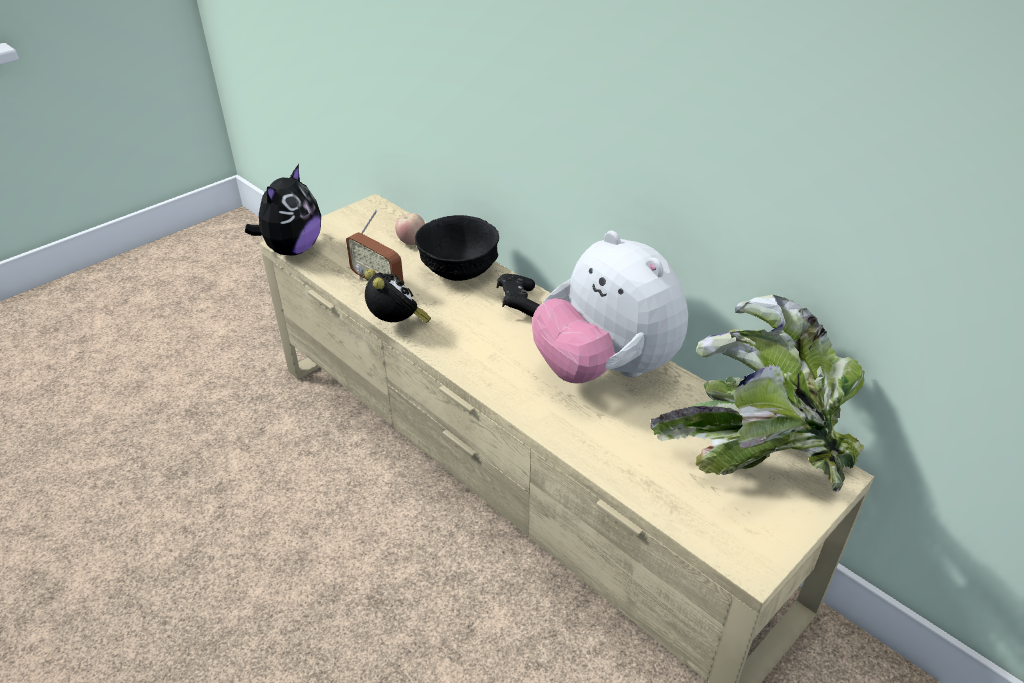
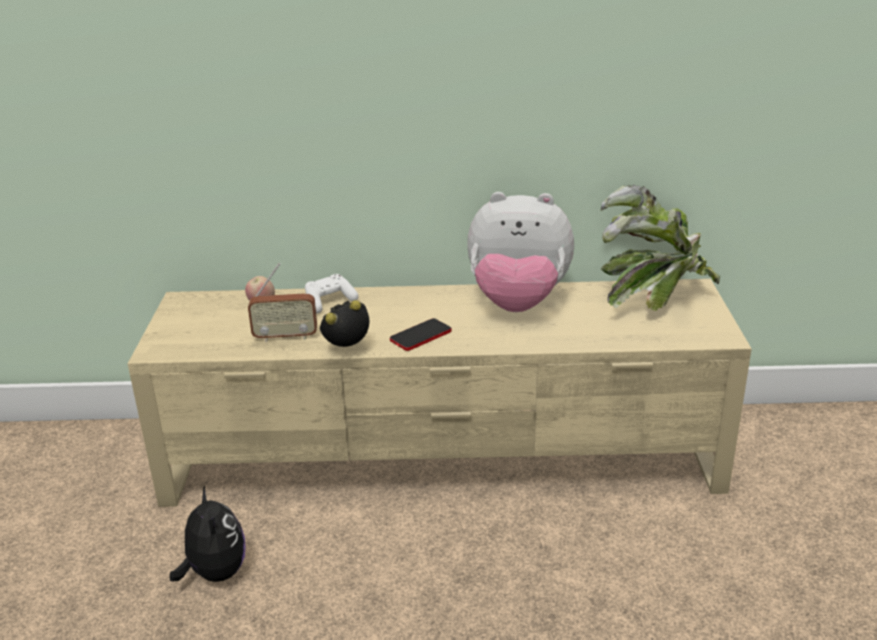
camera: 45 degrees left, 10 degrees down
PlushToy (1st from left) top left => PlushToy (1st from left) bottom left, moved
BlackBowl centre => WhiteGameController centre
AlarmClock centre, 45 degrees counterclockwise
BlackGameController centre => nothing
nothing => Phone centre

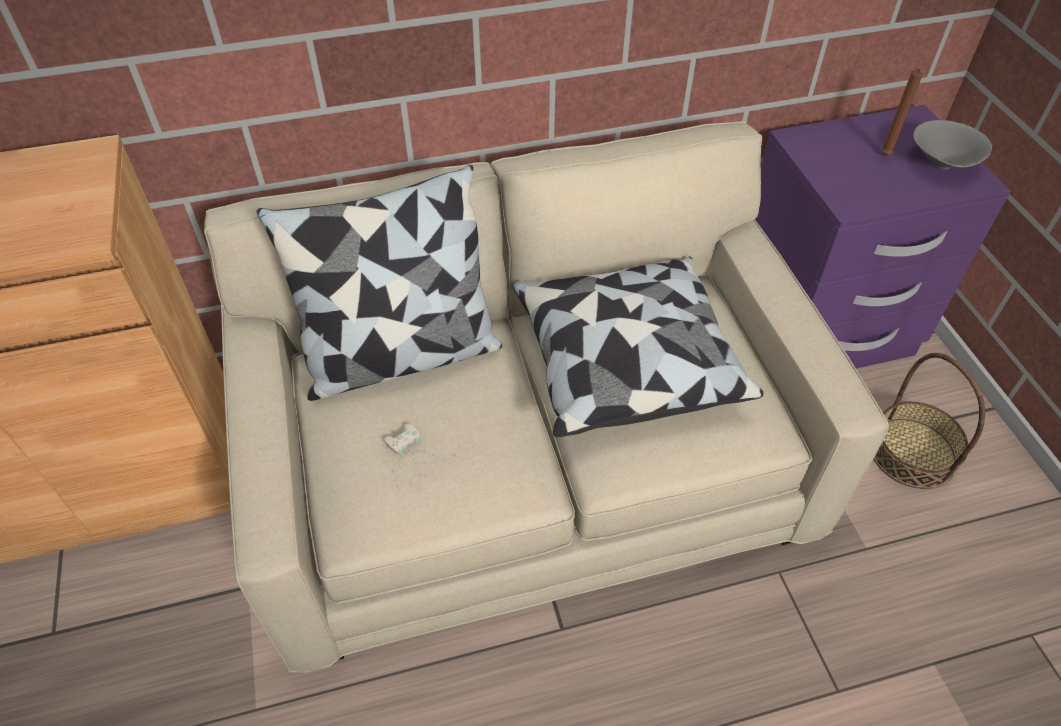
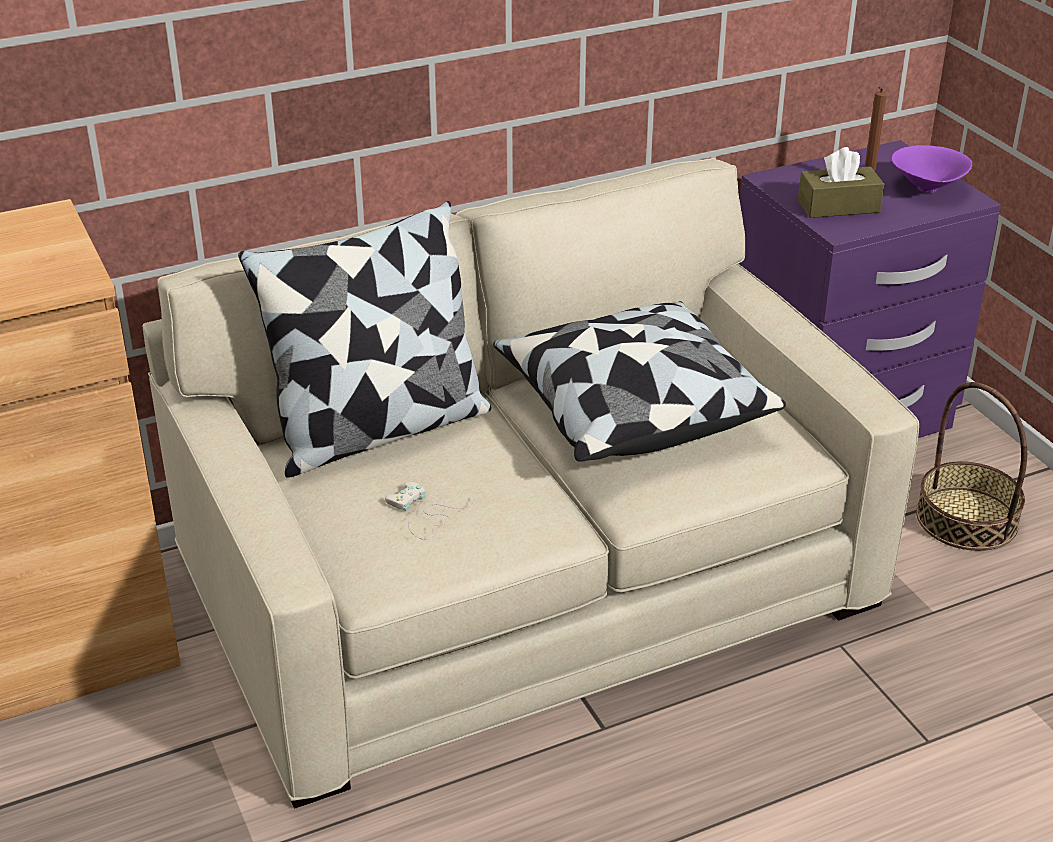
camera: 10 degrees left, 15 degrees down
GreyBowl top right => PurpleBowl top right
nothing => BrownTissueBox top right

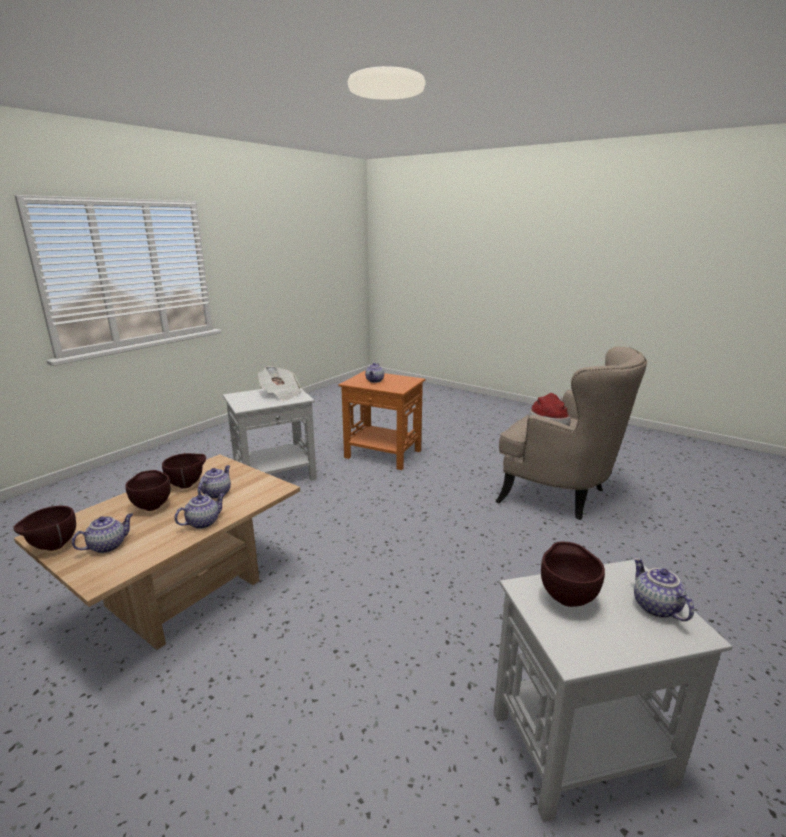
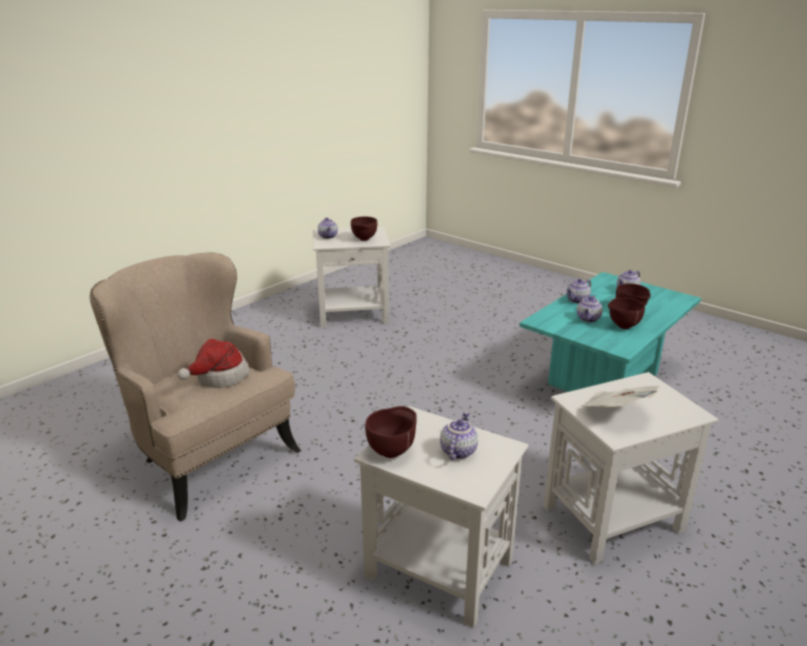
camera: 175 degrees left, 5 degrees up
OrangeSideTable centre => WhiteSideTable (2nd from left) bottom centre
BeigeCoffeeTable middle left => TurquoiseCoffeeTable middle right
BrownBowl (1st from left in the first image) middle left => BrownBowl (2nd from left) bottom centre, moved

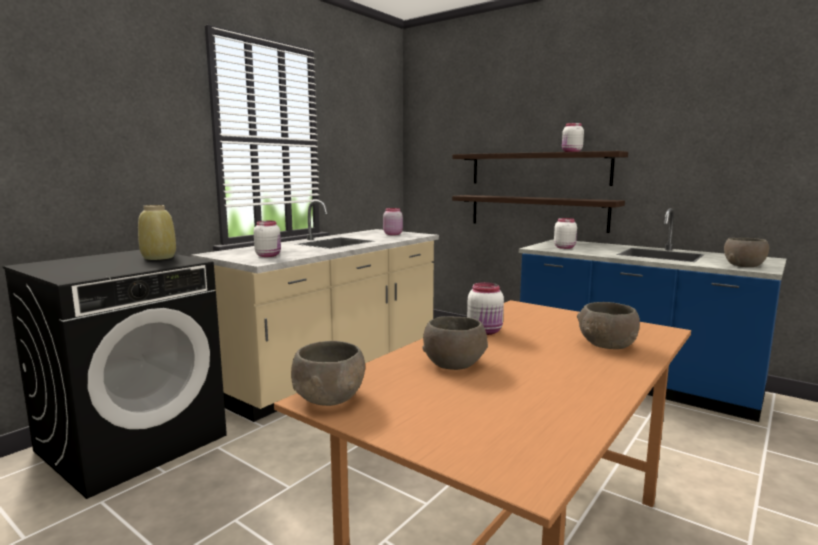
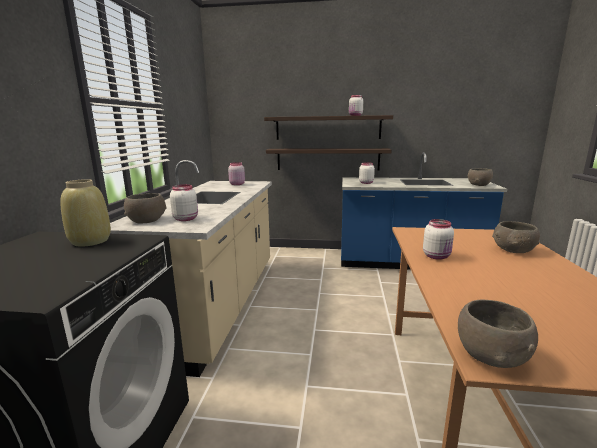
camera: 30 degrees left, 5 degrees up
GreyBowl (2nd from left in the first image) centre => GreyBowl (1st from left) middle left, moved

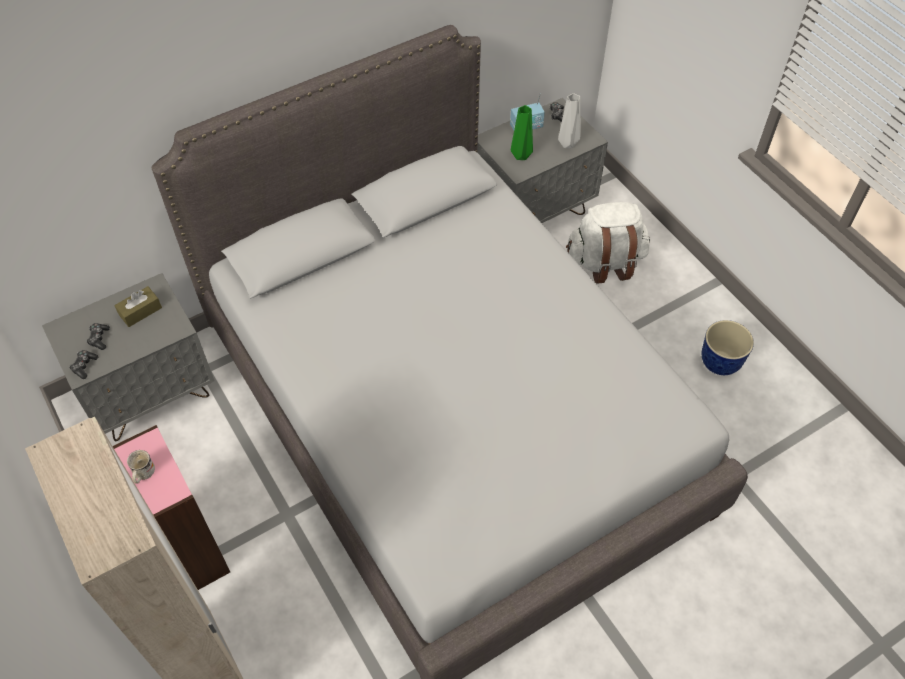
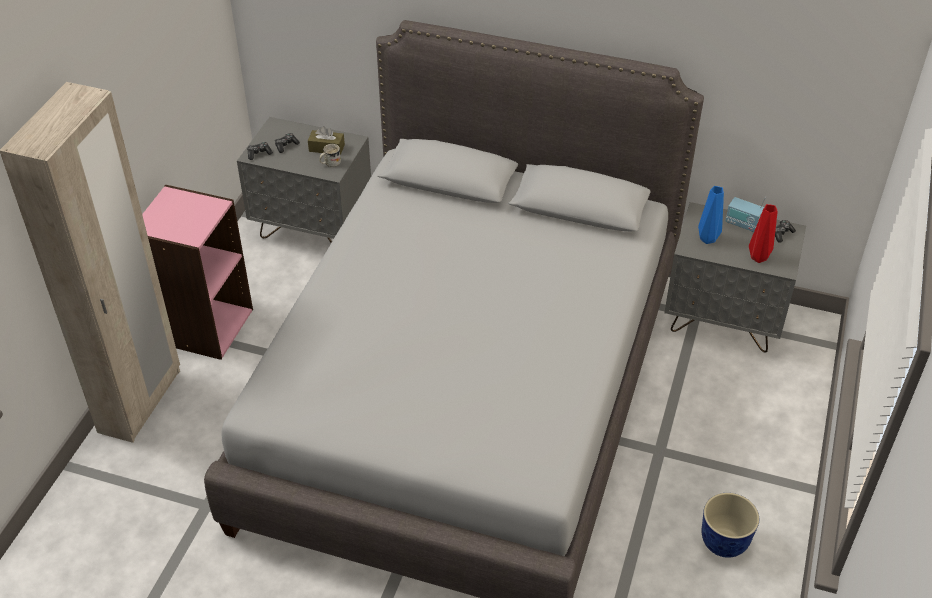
camera: 50 degrees right, 10 degrees down
GreyVase top centre => RedVase middle right
GreenVase top centre => BlueVase middle right
WhiteBackpack middle right => nothing
WhiteMug bottom left => WhiteMug top centre, moved

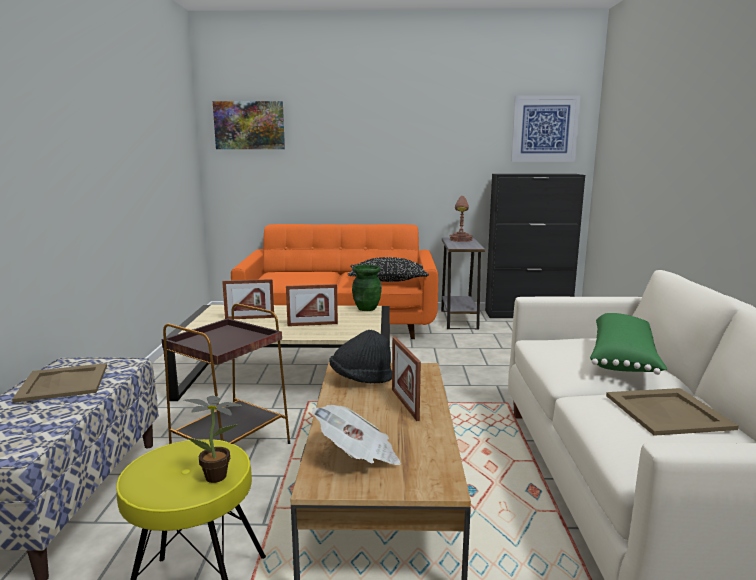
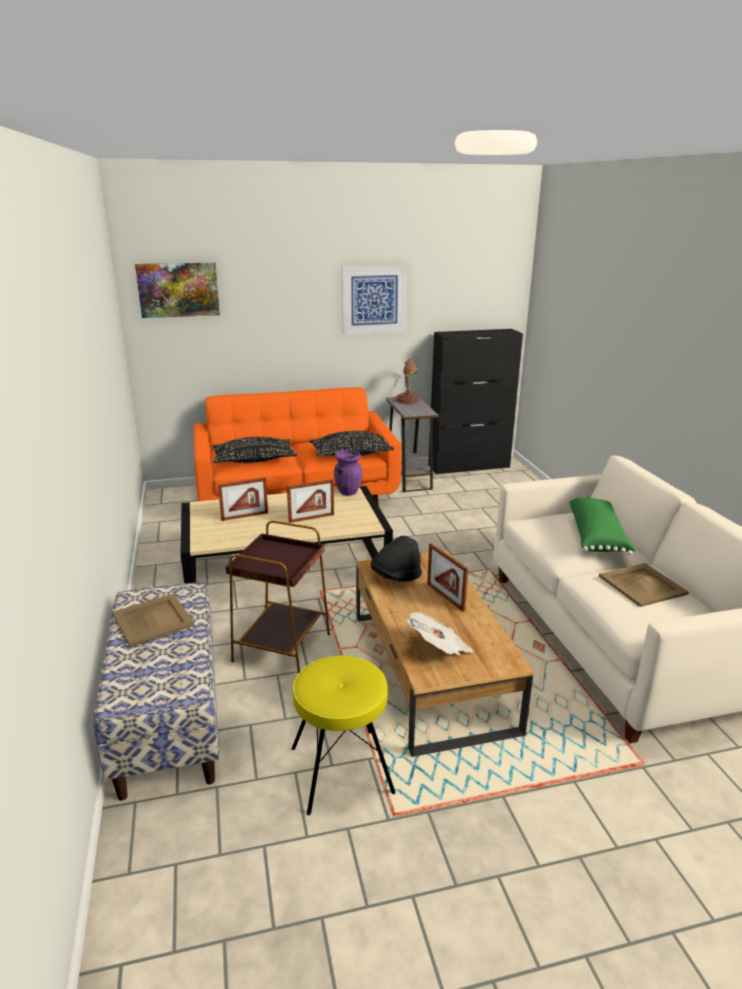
camera: 15 degrees left, 10 degrees up
Picture (2nd from left) top right => Picture (2nd from left) top centre, moved
GreenVase centre => PurpleVase centre
PottedPlant bottom left => nothing
nothing => BlackPillow (1st from left) centre

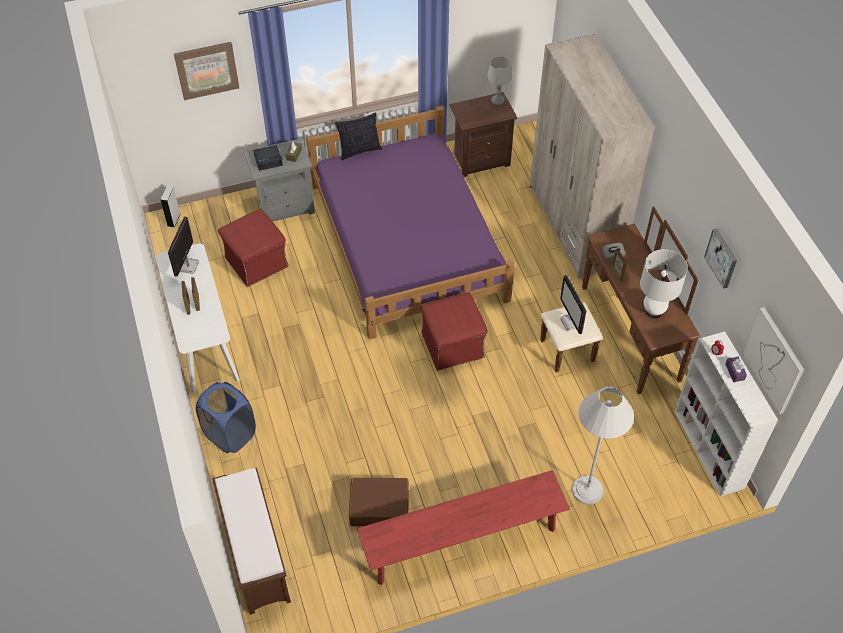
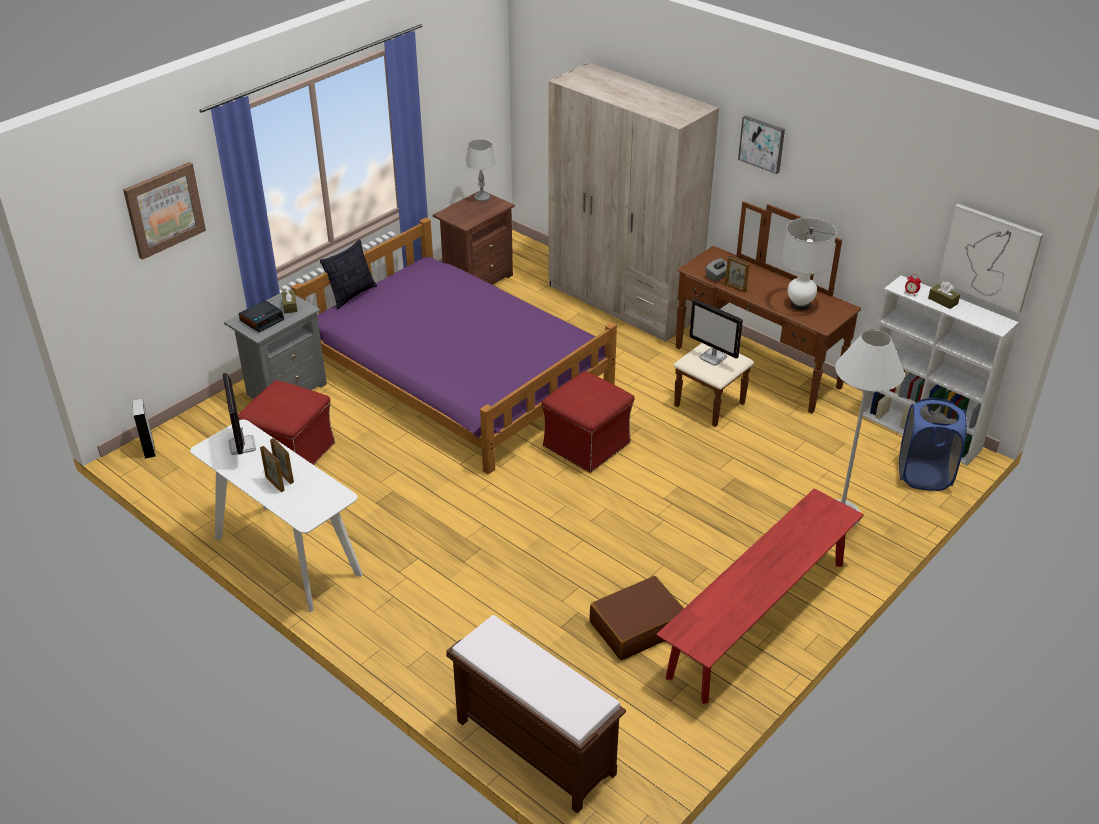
camera: 30 degrees left, 15 degrees down
Picture (2nd from left) middle right => Picture (2nd from left) top right, moved
PurpleTissueBox middle right => BrownTissueBox (2nd from left) middle right
BlueLaundryBasket middle left => BlueLaundryBasket middle right, moved

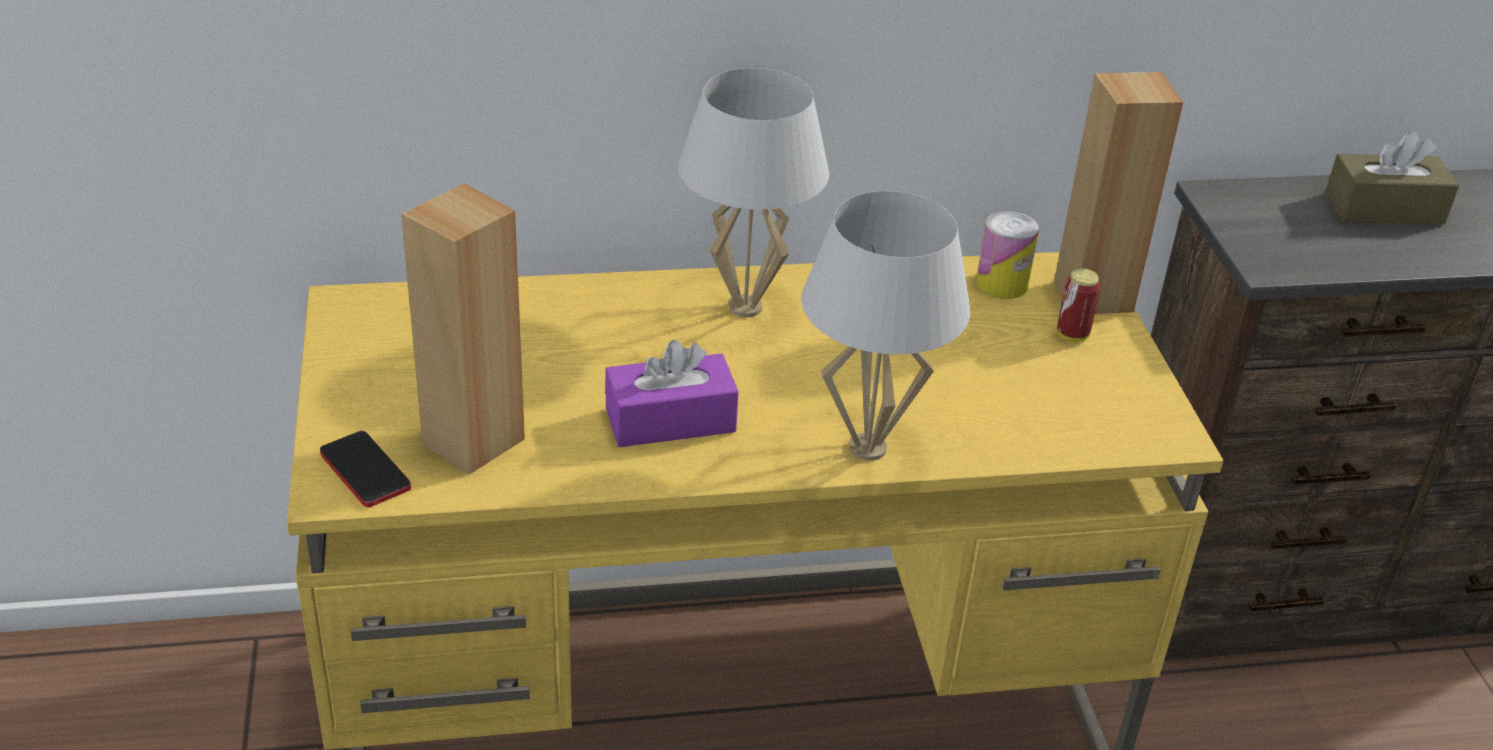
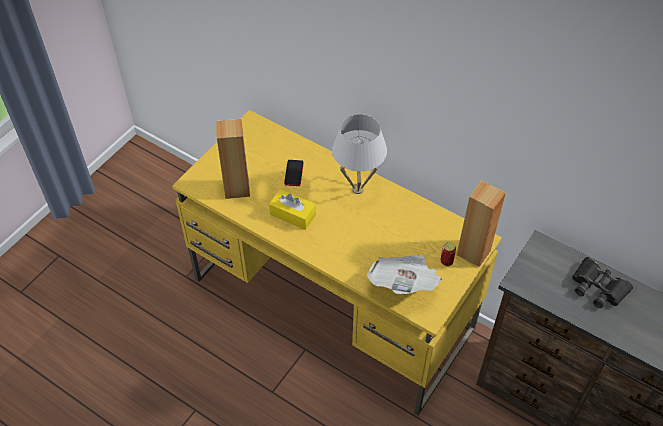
camera: 45 degrees right, 15 degrees up
BrownTissueBox top right => BlackBinoculars middle right
WhiteTableLamp (2nd from left) centre => nothing
Can (1st from left) middle right => nothing
PurpleTissueBox centre => YellowTissueBox centre
Phone middle left => Phone centre, moved
nothing => Newspaper centre

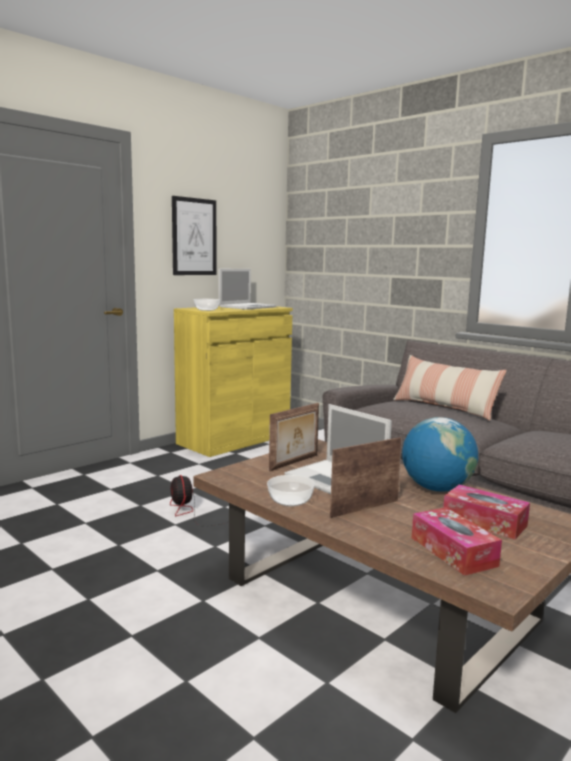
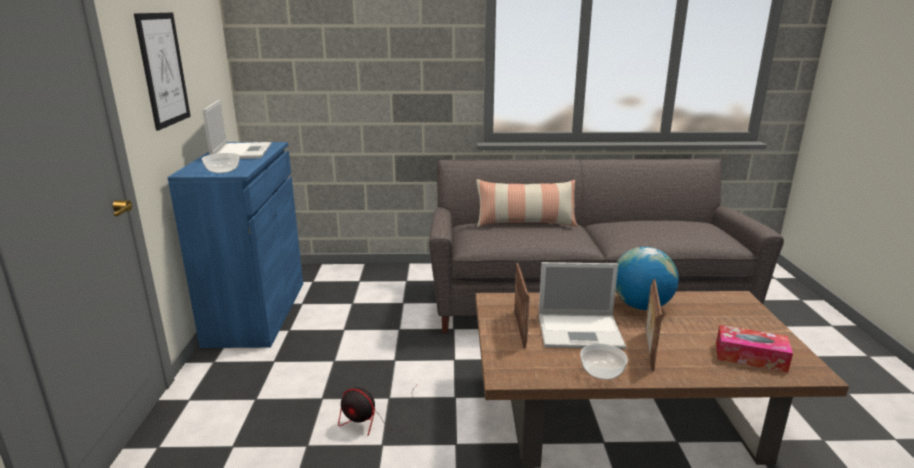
camera: 45 degrees left, 10 degrees up
YellowCabinet centre => BlueCabinet middle left
TissueBox (2nd from left) bottom right => nothing

